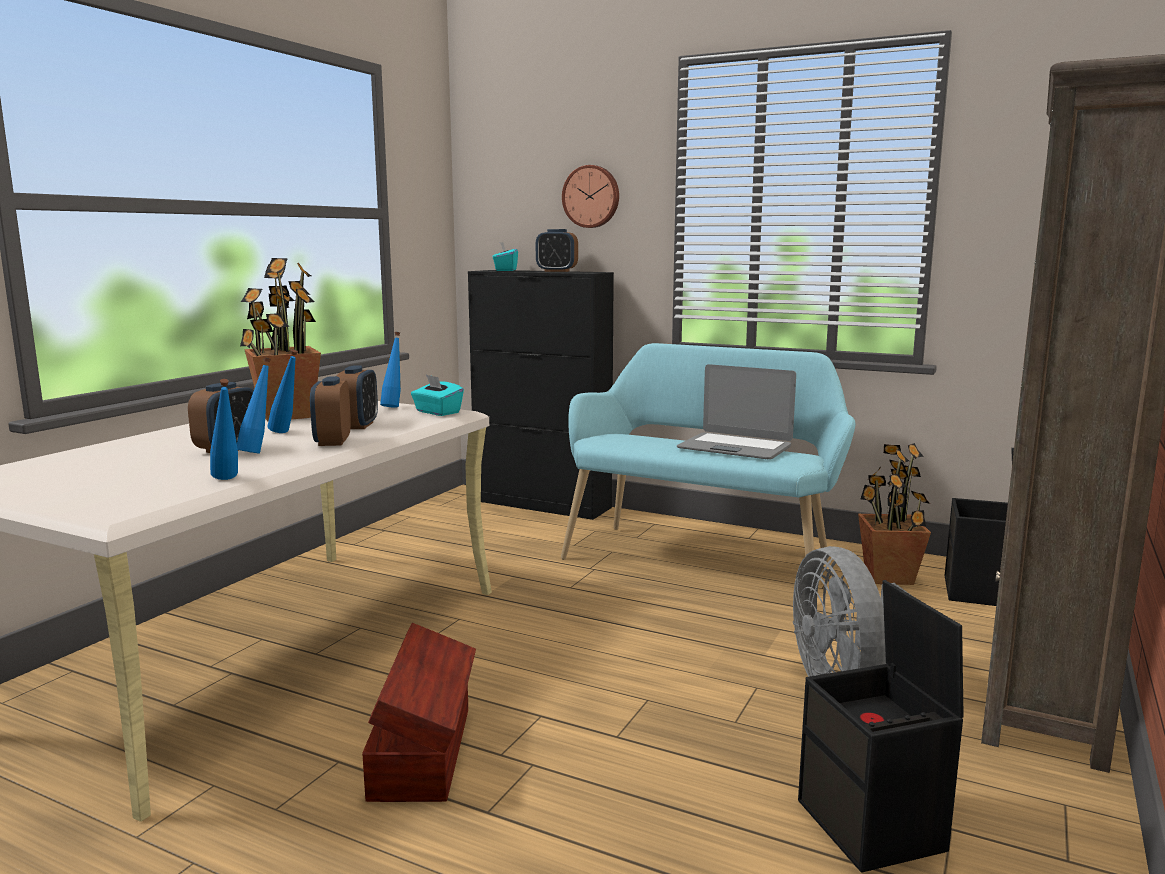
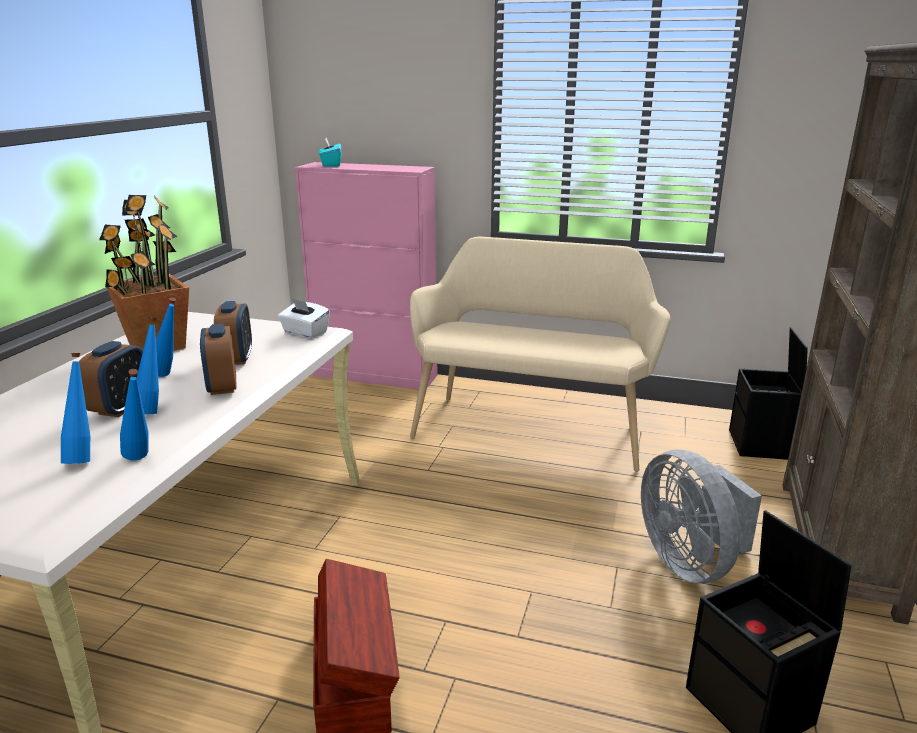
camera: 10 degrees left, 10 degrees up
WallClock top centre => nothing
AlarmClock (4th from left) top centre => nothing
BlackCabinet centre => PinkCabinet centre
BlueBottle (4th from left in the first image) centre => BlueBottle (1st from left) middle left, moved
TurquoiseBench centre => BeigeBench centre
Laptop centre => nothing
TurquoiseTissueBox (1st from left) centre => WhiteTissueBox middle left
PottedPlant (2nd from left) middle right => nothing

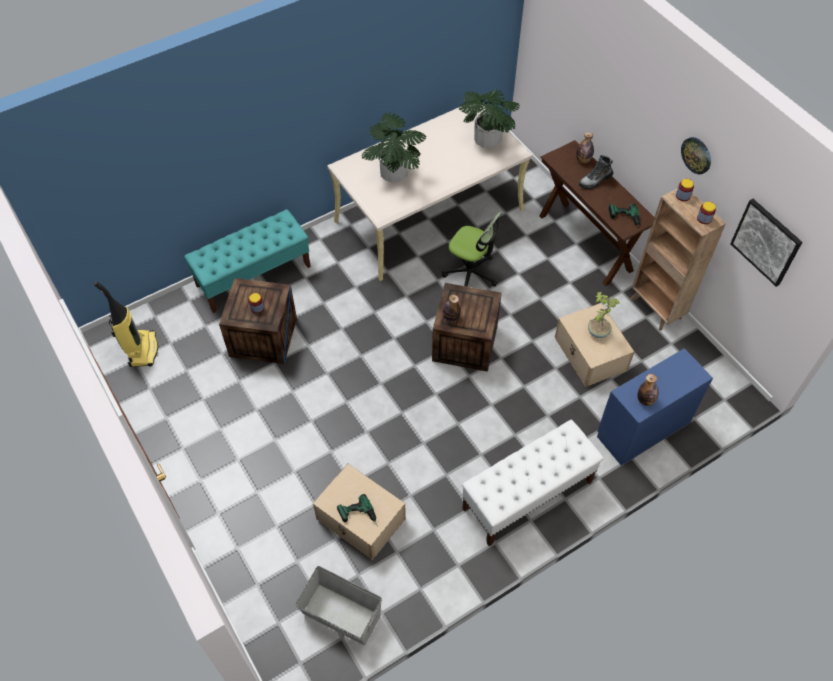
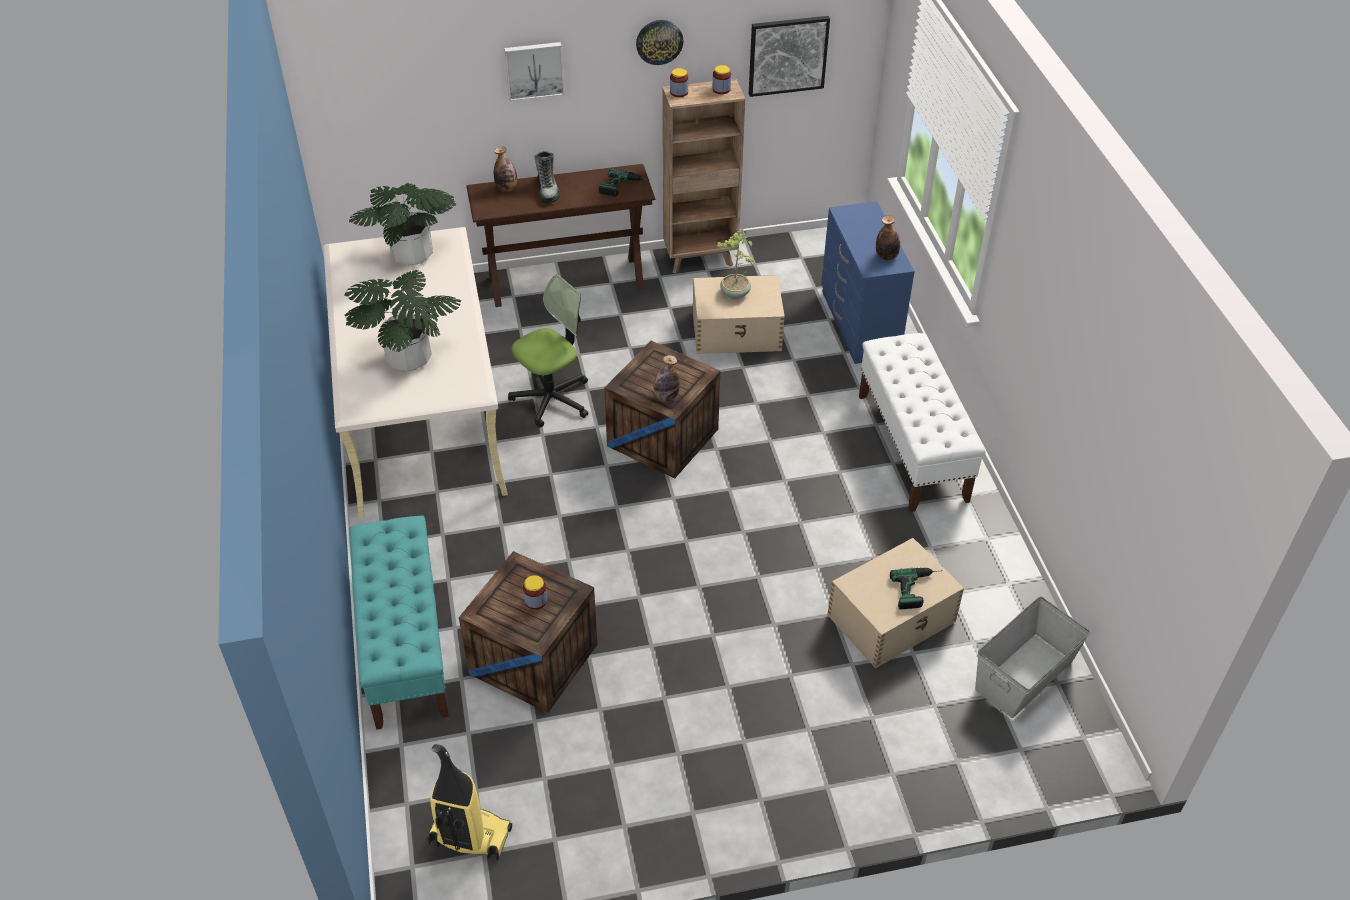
camera: 70 degrees left, 10 degrees down
nothing => Picture (1st from left) top centre

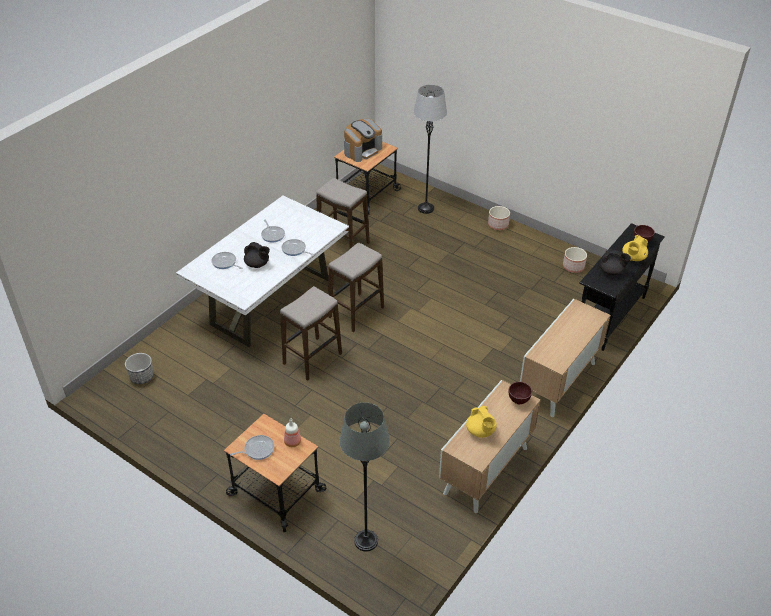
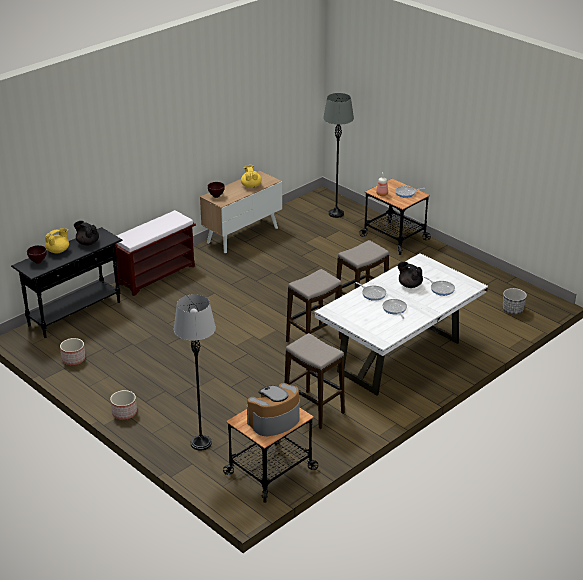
camera: 170 degrees left, 10 degrees down
Cabinet (2nd from left) middle right => BrownBench middle left

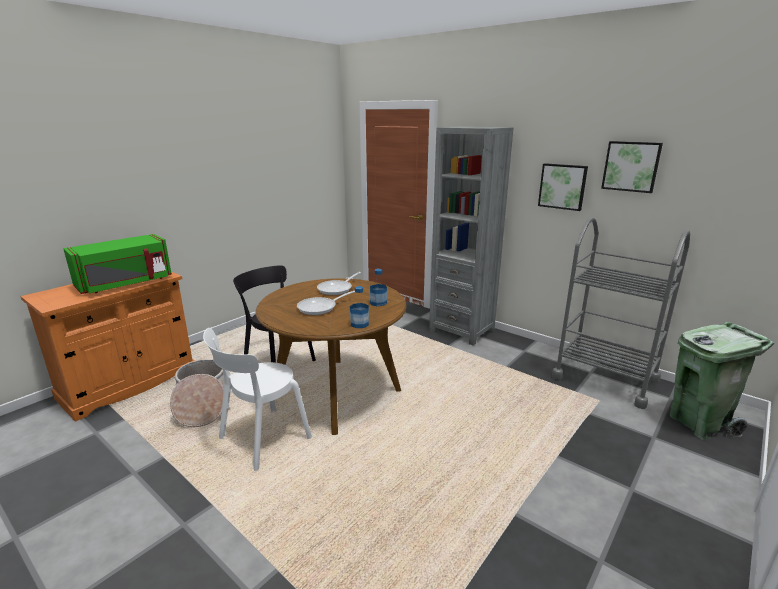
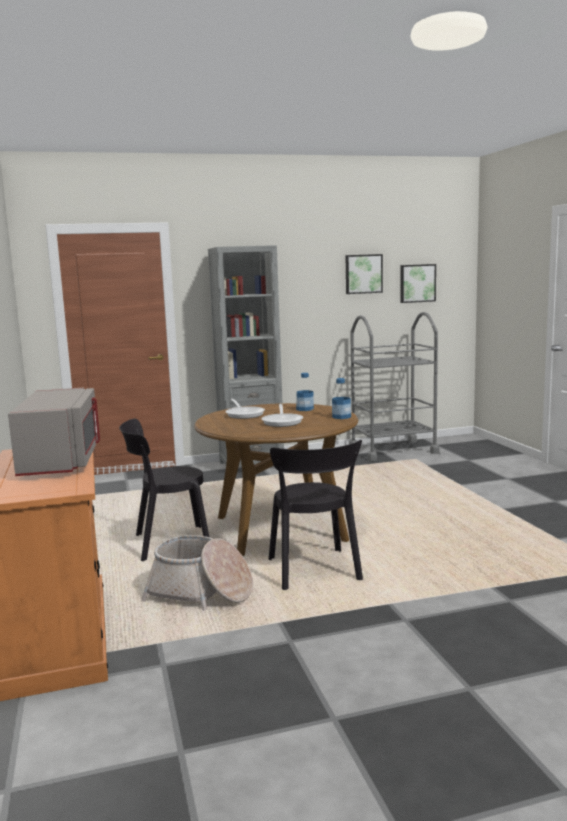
camera: 55 degrees left, 10 degrees down
Picture (1st from left in the first image) top right => Picture (2nd from left) middle right, moved
GreenMicrowave middle left => GreyMicrowave middle left
GreenTrashCan middle right => nothing
WhiteChair bottom left => BlackChair (2nd from left) centre

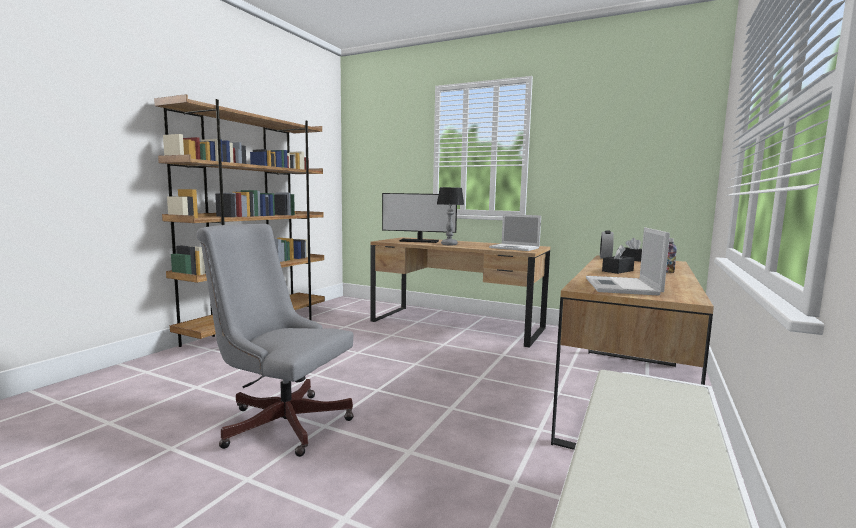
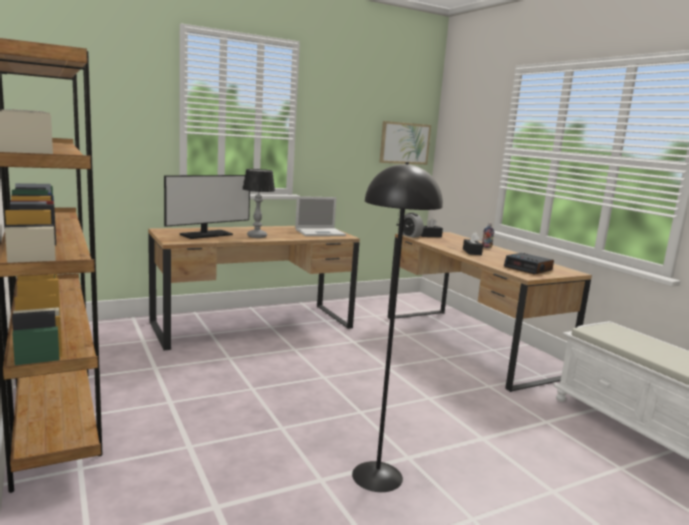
camera: 55 degrees left, 5 degrees up
GreyOfficeChair middle left => BlackFloorLamp centre
Laptop (2nd from left) middle right => AlarmClock (2nd from left) middle right
nothing => Picture top centre

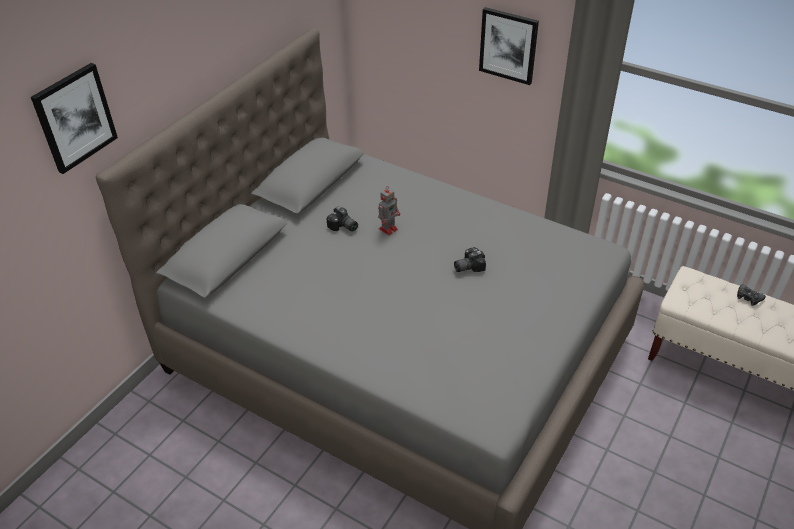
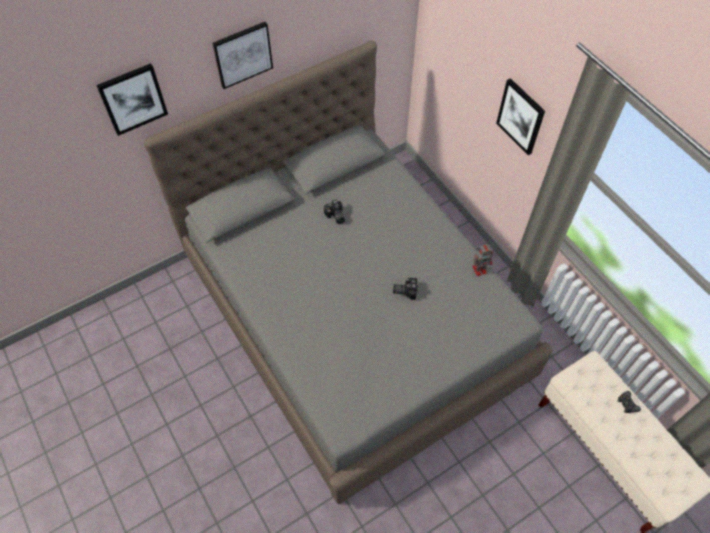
camera: 25 degrees right, 15 degrees up
ToyRobot centre => ToyRobot middle right, moved
nothing => Picture (2nd from left) top centre

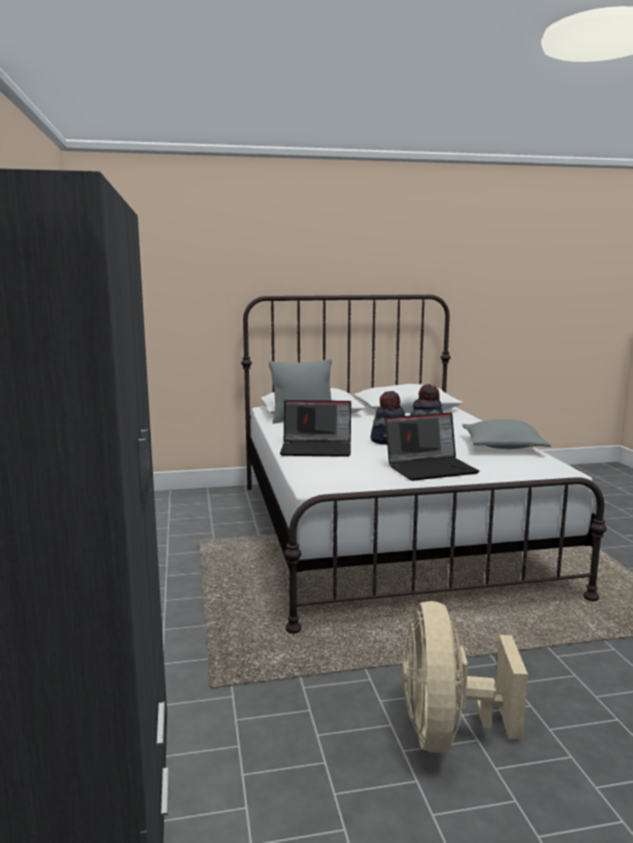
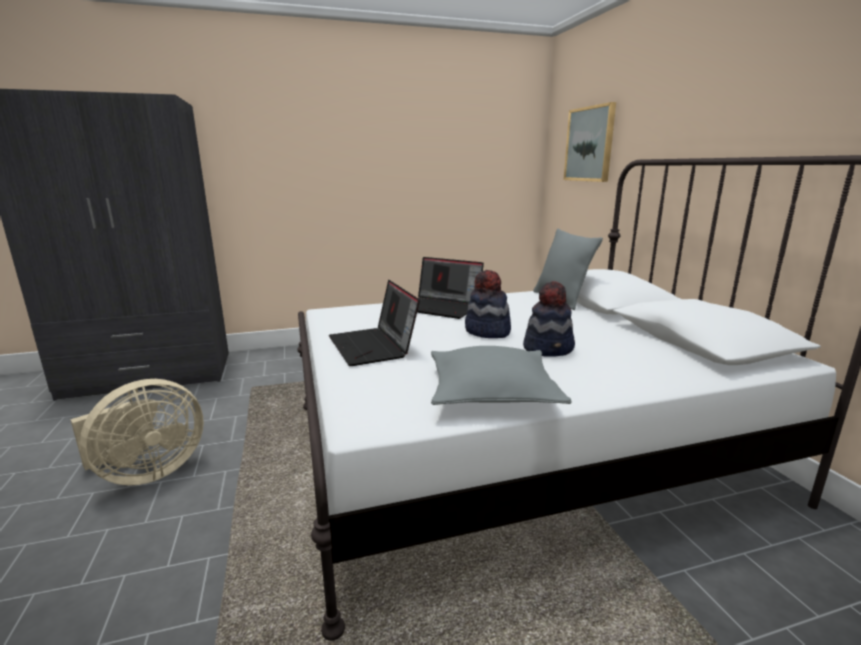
camera: 85 degrees right, 5 degrees up
Laptop (1st from left in the first image) centre => Laptop (2nd from left) centre, 60 degrees counterclockwise
BeigeFan bottom right => BeigeFan bottom left, 135 degrees clockwise
nothing => Picture top right

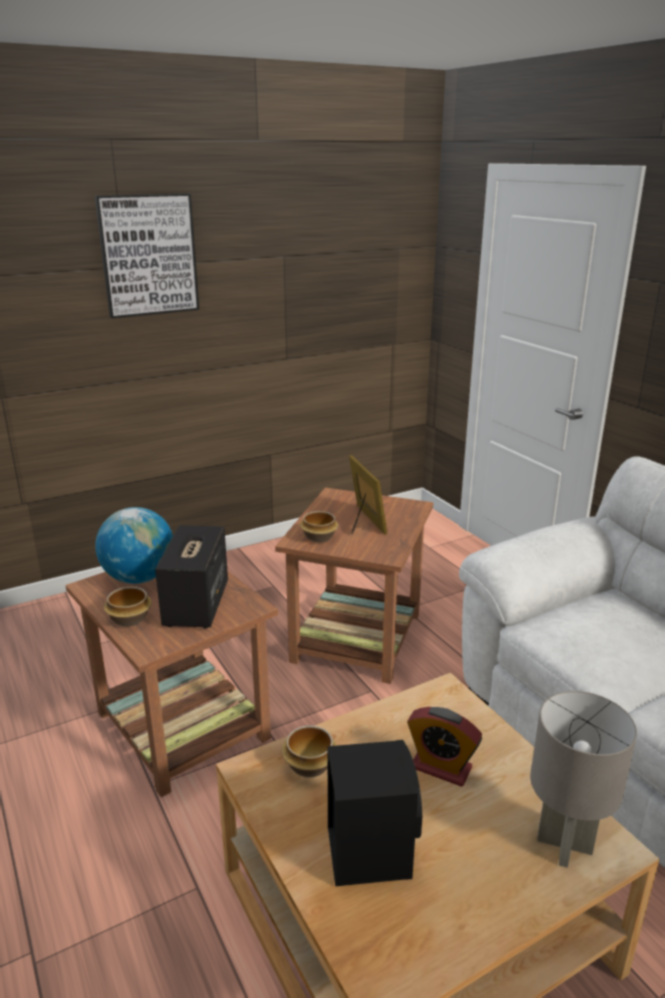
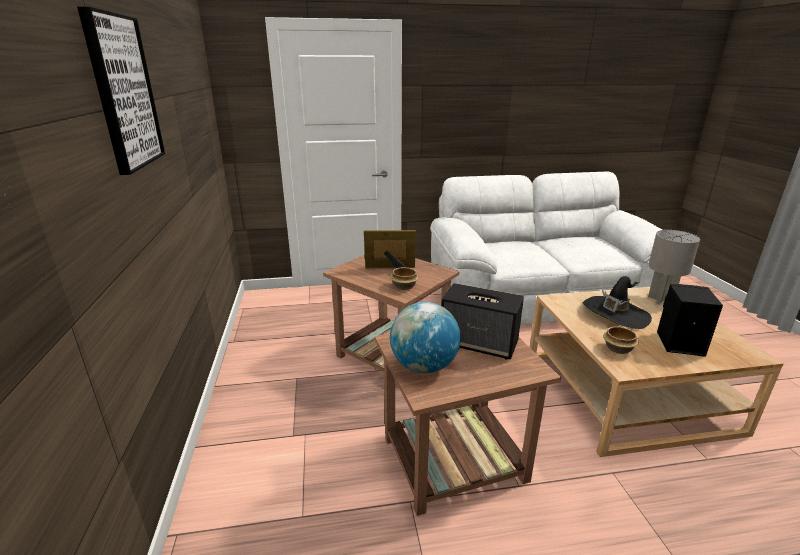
camera: 70 degrees left, 0 degrees up
Bowl (1st from left) middle left => nothing
AlarmClock bottom right => BlackHat middle right

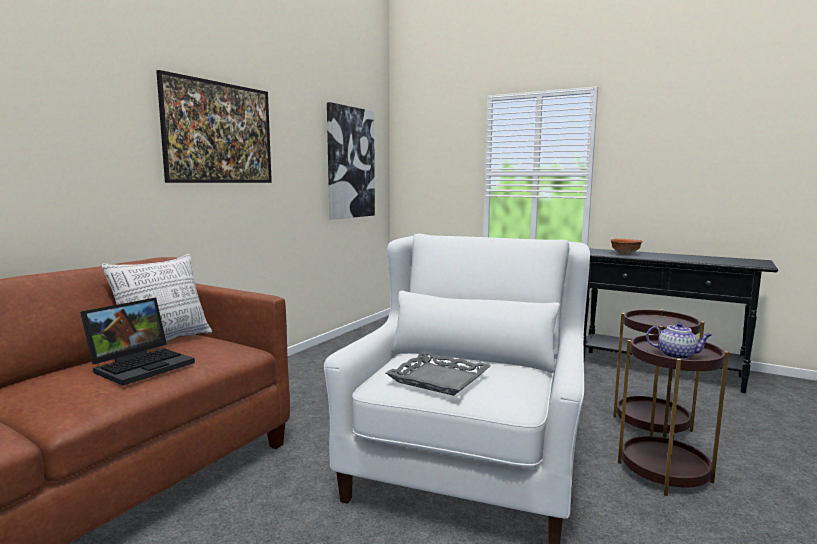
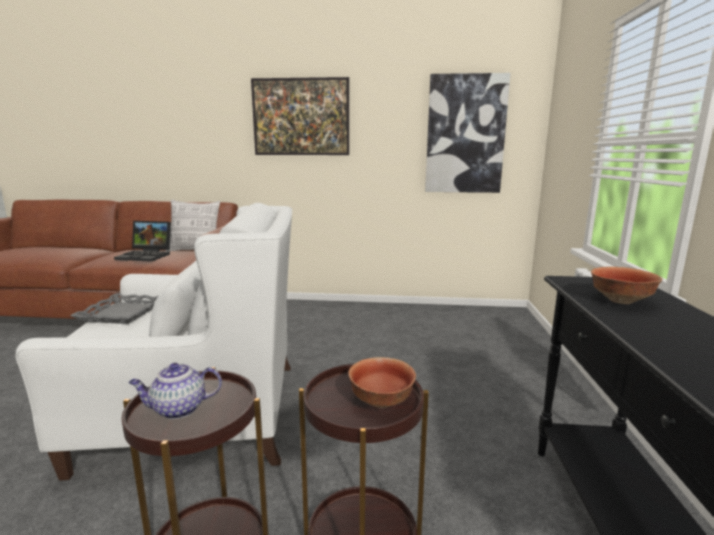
camera: 65 degrees right, 5 degrees up
Teapot middle right => Teapot bottom left, 75 degrees clockwise
nothing => Bowl (1st from left) bottom centre

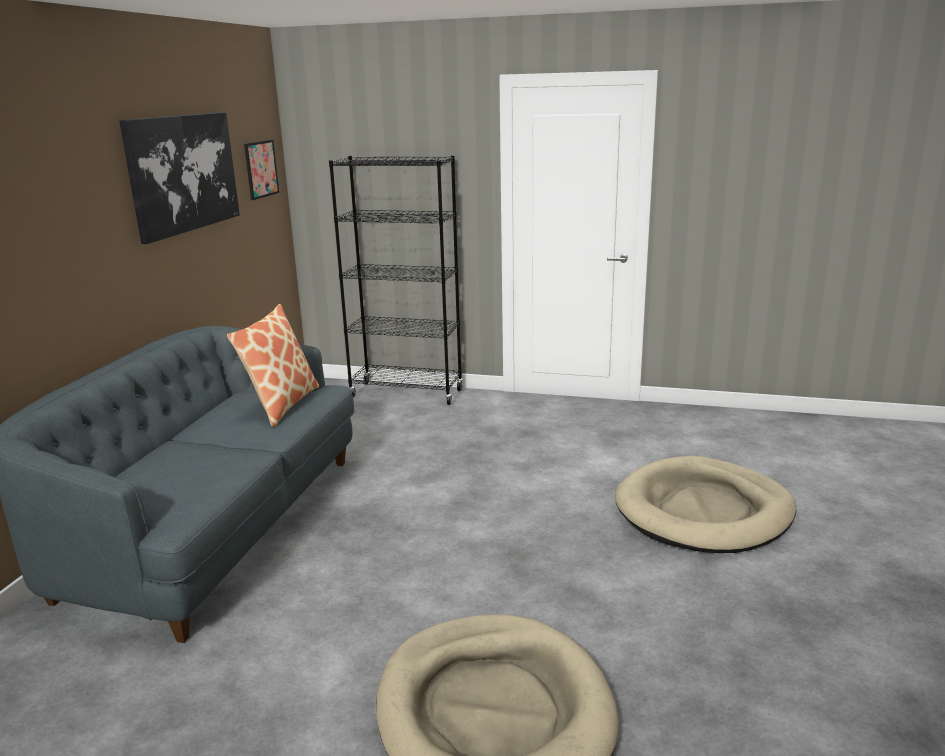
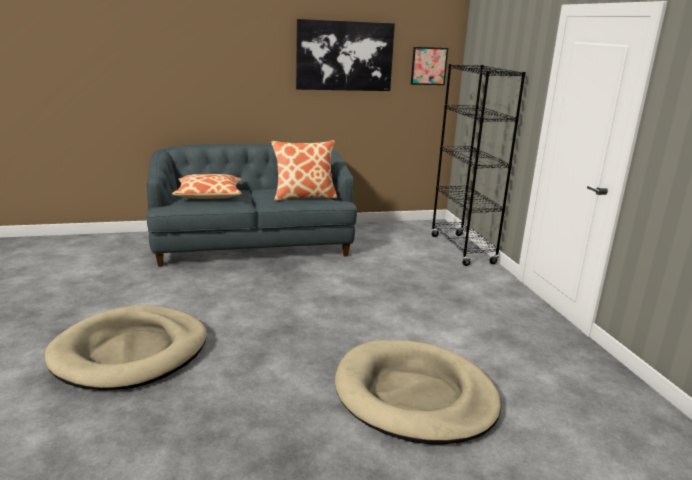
camera: 60 degrees right, 0 degrees up
nothing => Pillow (1st from left) middle left

